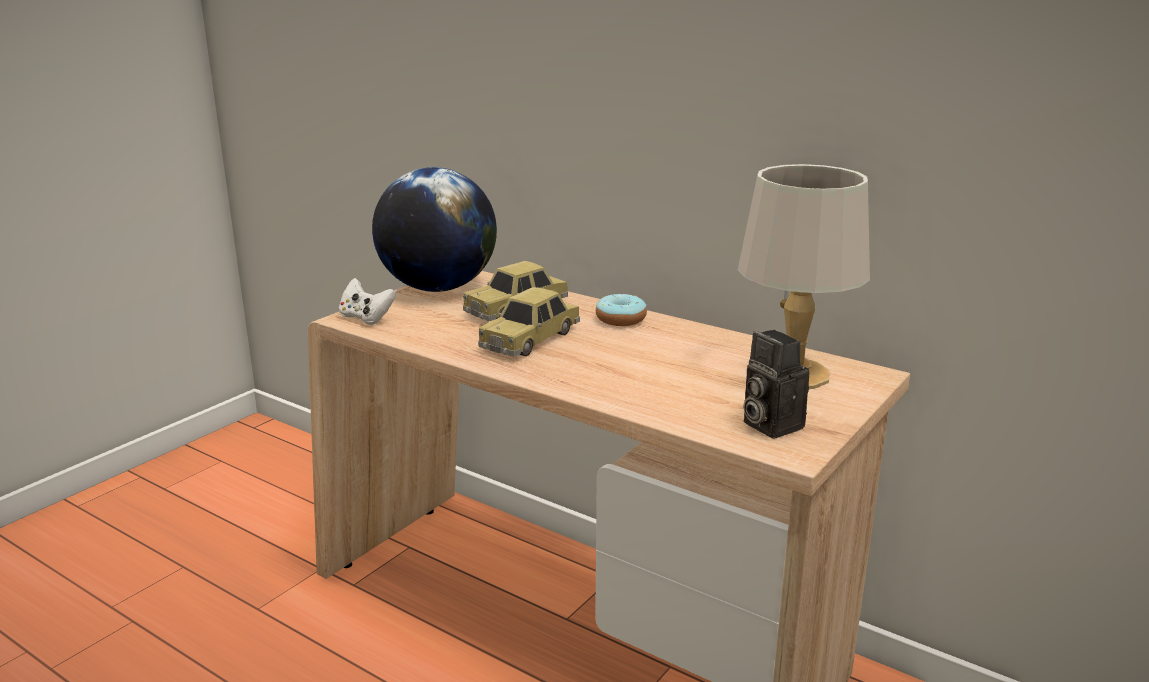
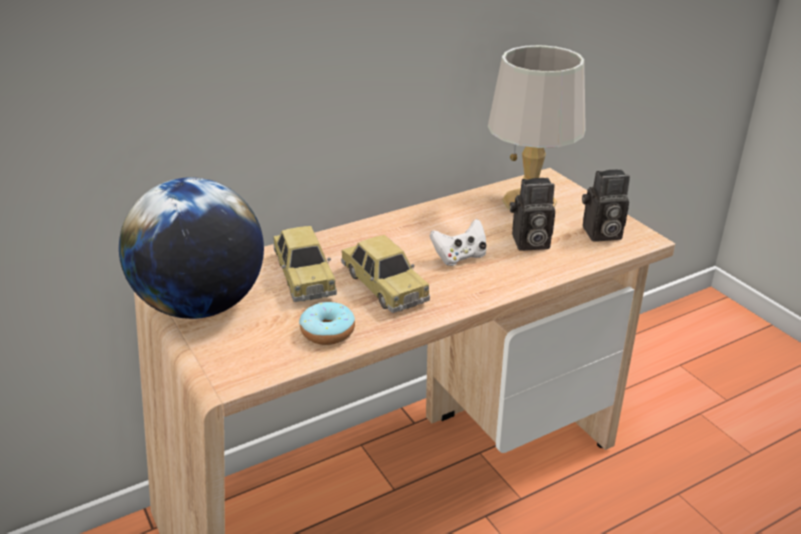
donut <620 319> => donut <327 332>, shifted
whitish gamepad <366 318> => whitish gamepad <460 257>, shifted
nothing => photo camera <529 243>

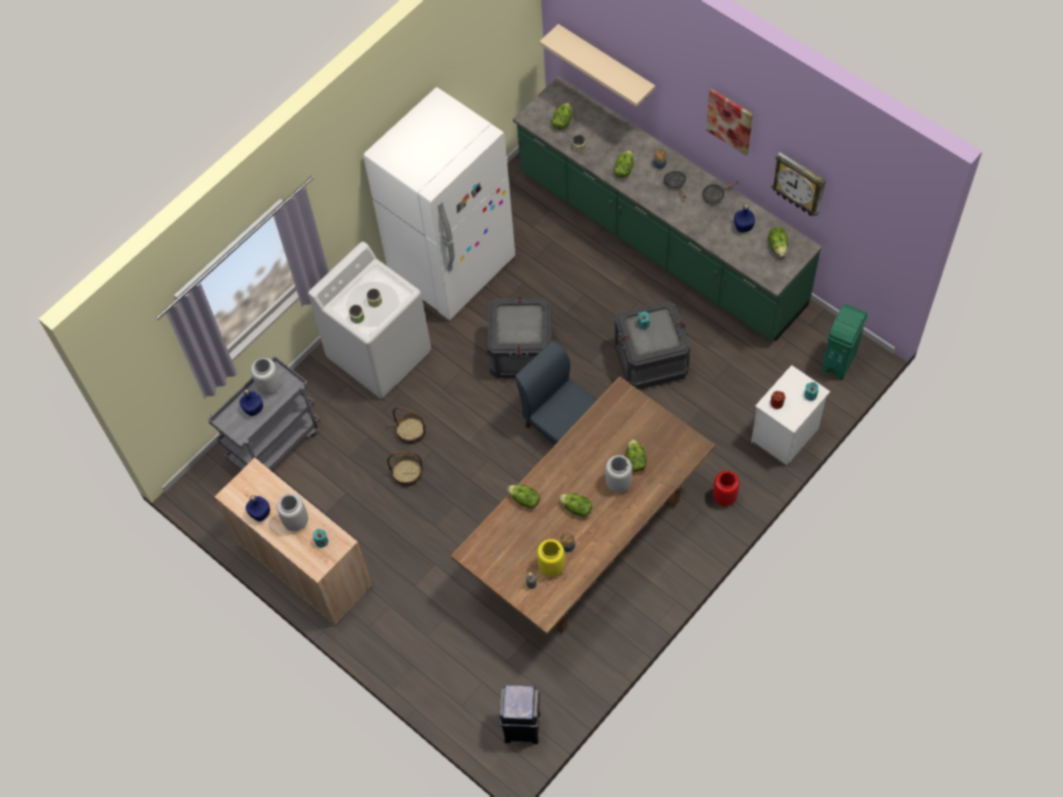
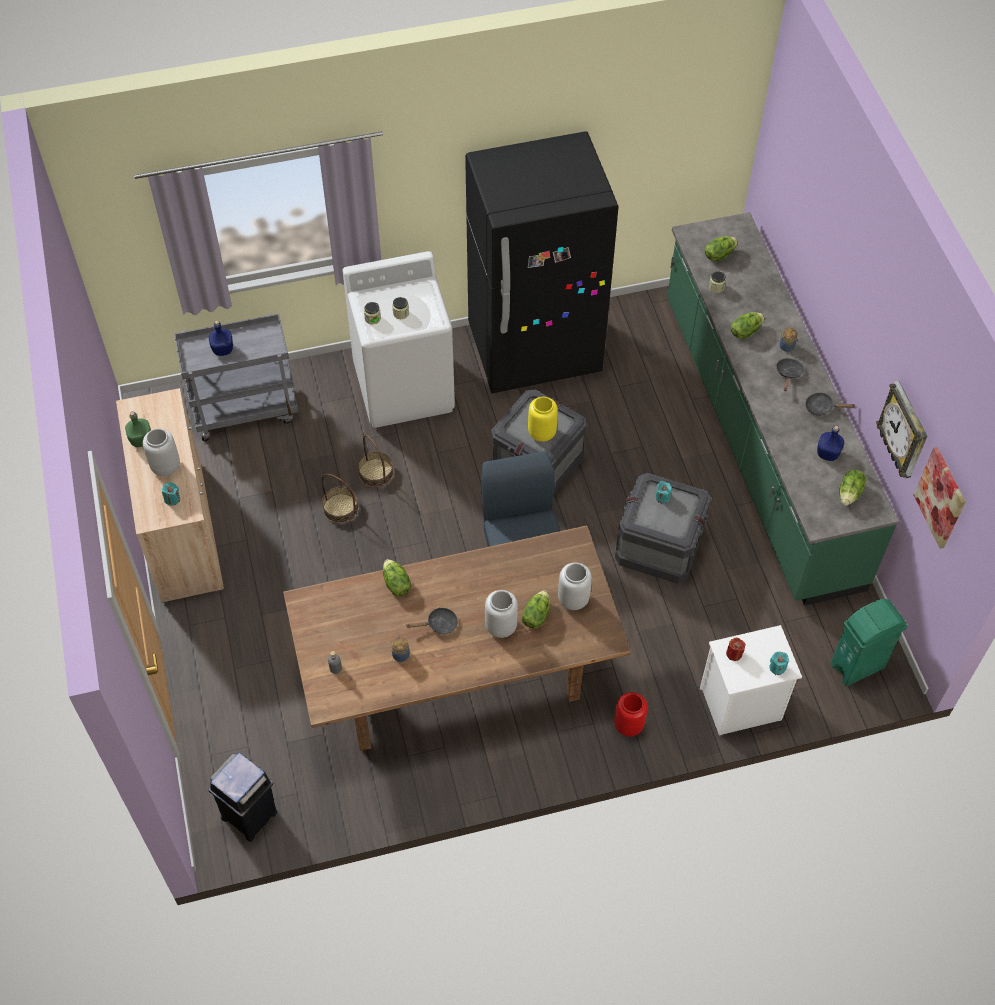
bluish drink bottle <260 513> => green-coloured drink bottle <141 440>
lettuce <576 508> => blackish skillet <439 624>
whitish refrigerator <453 268> => blackish refrigerator <535 350>
yellowish vase <552 566> => yellowish vase <542 433>, shifted
grey vase <269 386> => grey vase <573 600>, shifted
wall picture <730 121> => wall picture <940 497>, shifted
beige wall shelf <606 63> => nothing

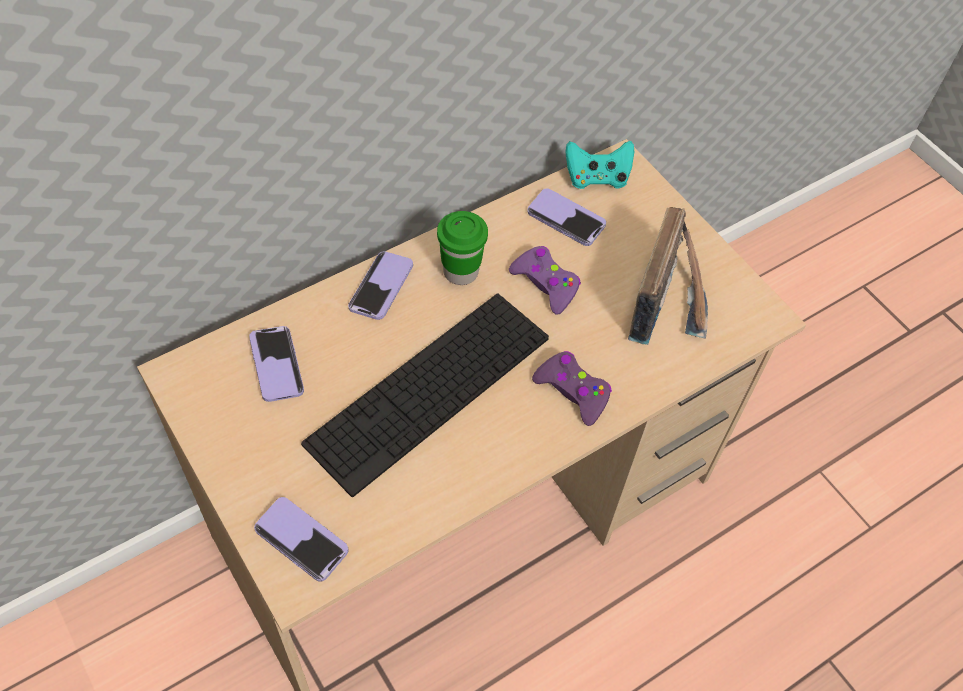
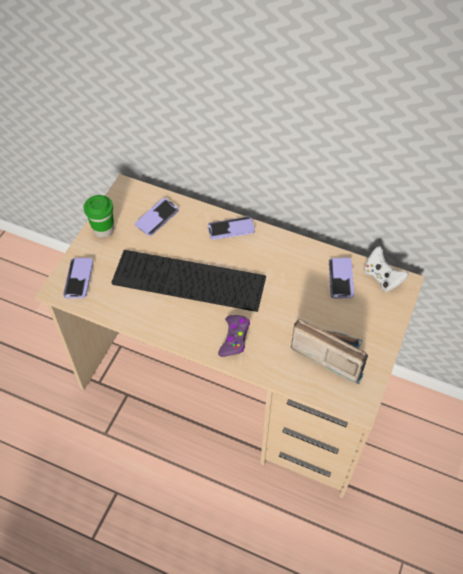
green-coloured cup <460 272> => green-coloured cup <103 230>, shifted
radio receiver <669 300> => radio receiver <328 352>, 135 degrees counterclockwise
turquoise-coloured gamepad <597 178> => whitish gamepad <382 277>
purplish gamepad <545 284> => nothing

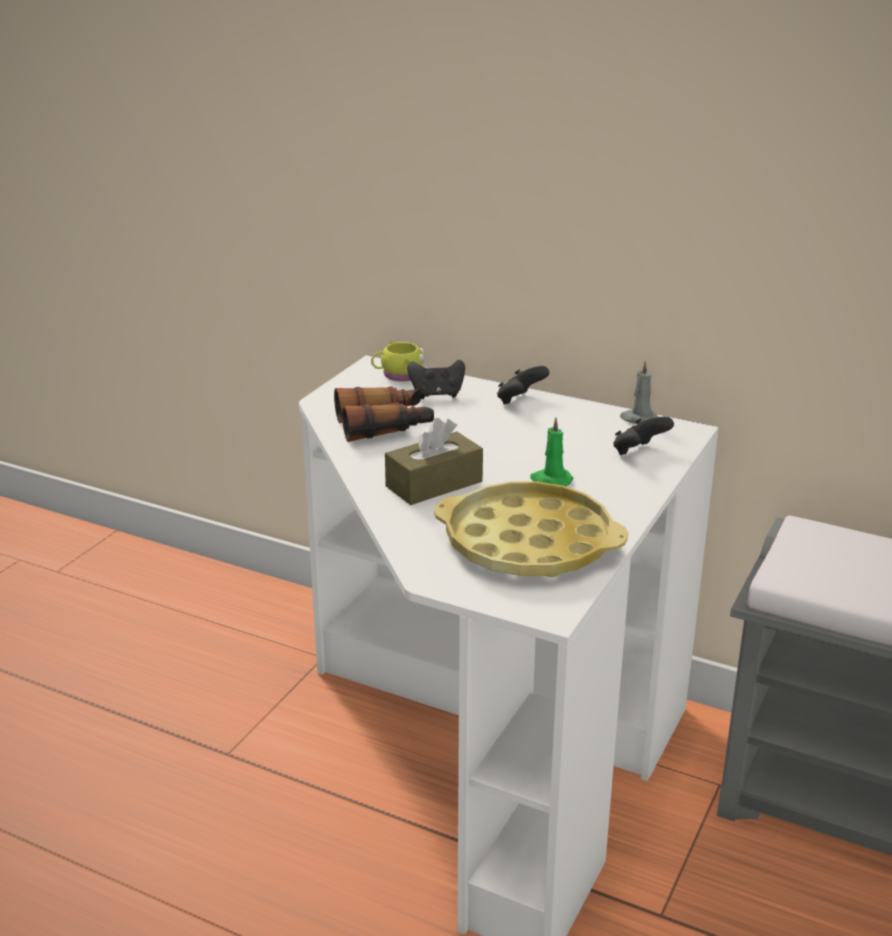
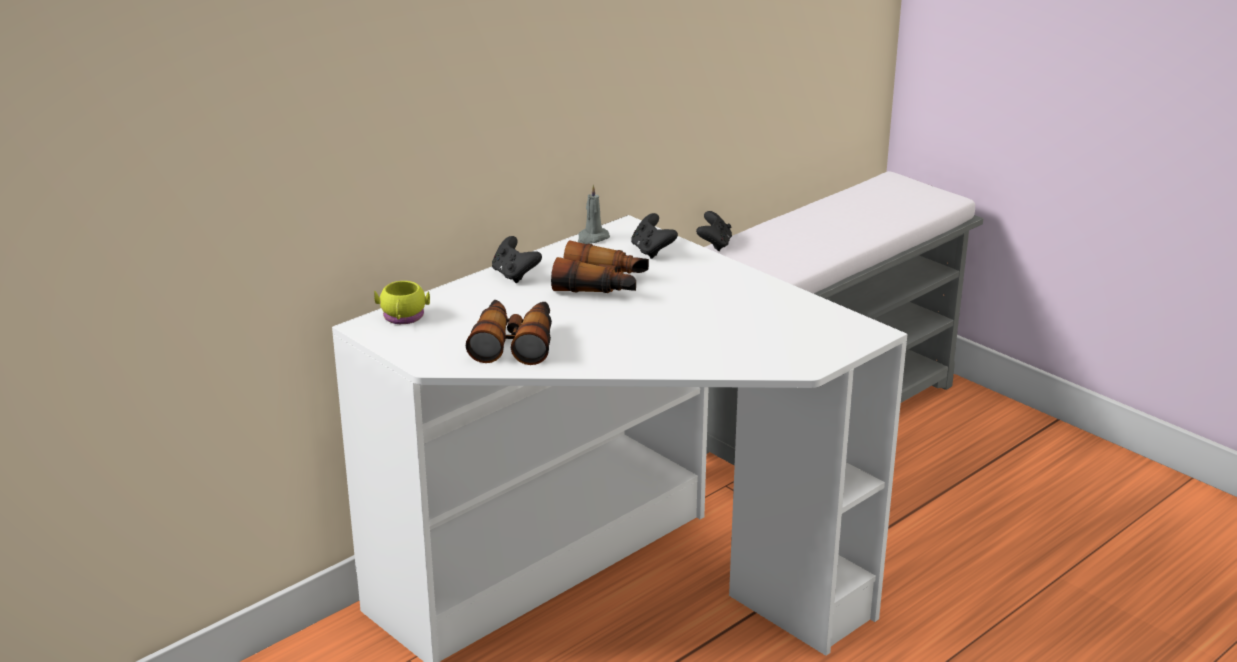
nothing => binoculars <602 285>
blackish gamepad <437 395> => blackish gamepad <714 245>, shifted
brown tissue box <434 484> => nothing
yellowish tray <528 542> => nothing
green-coloured wax candle <551 480> => nothing

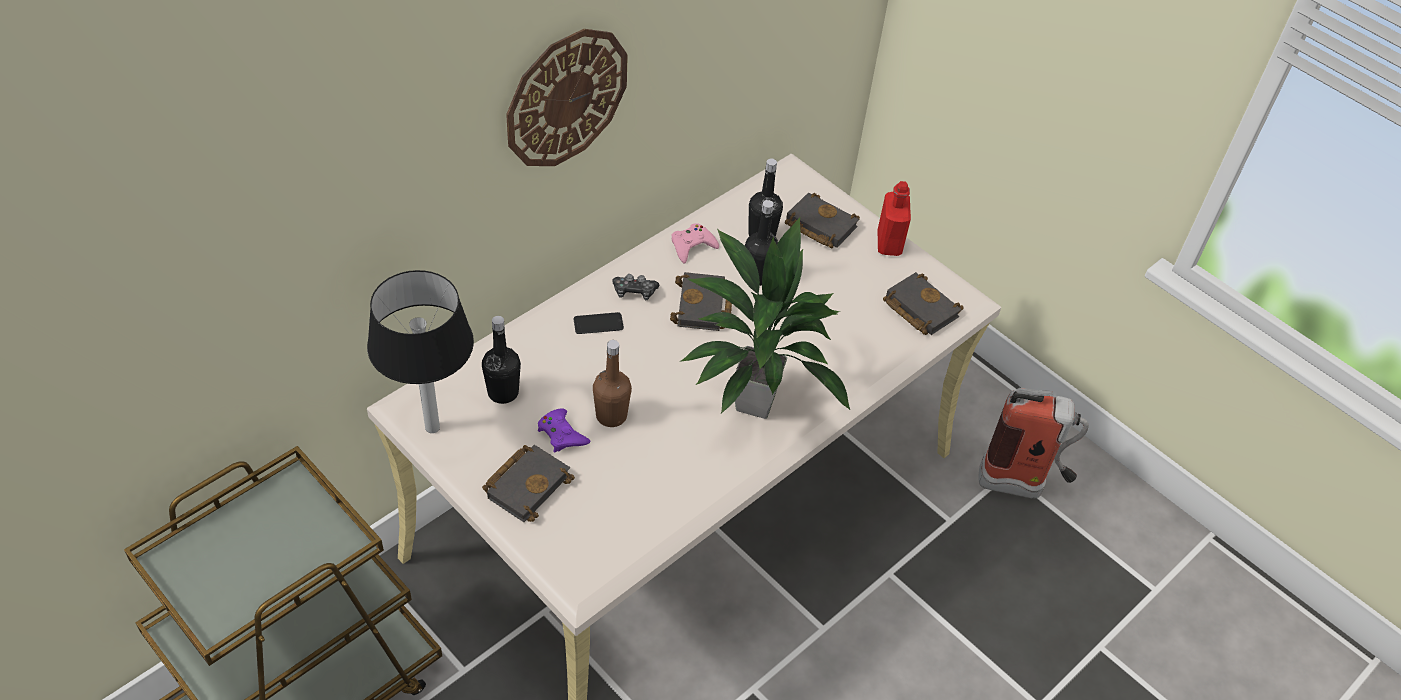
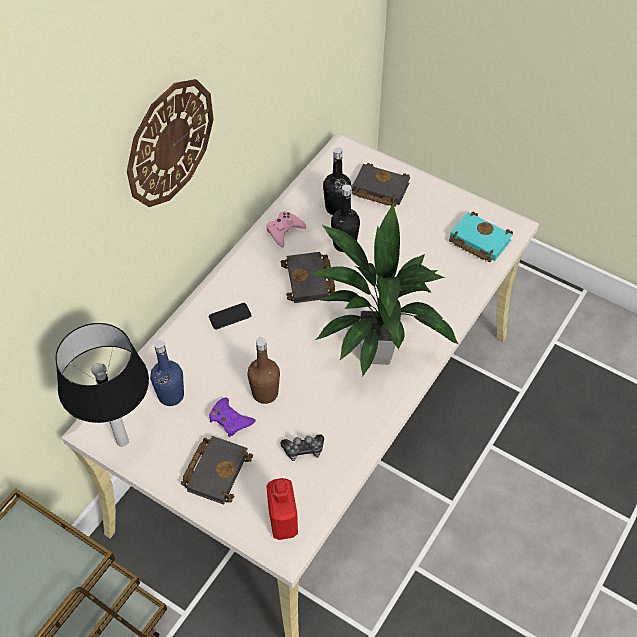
blackish drink bottle <503 392> => bluish drink bottle <171 395>
reddish drink bottle <889 243> => reddish drink bottle <283 521>, shifted
gamepad <634 292> => gamepad <303 450>, shifted
blackish volume <918 308> => turquoise-coloured volume <477 241>
fire extinguisher <1022 486> => nothing

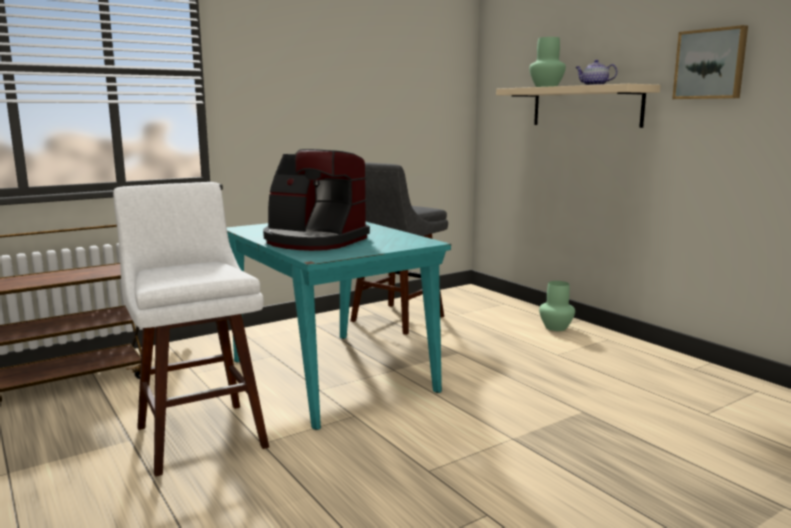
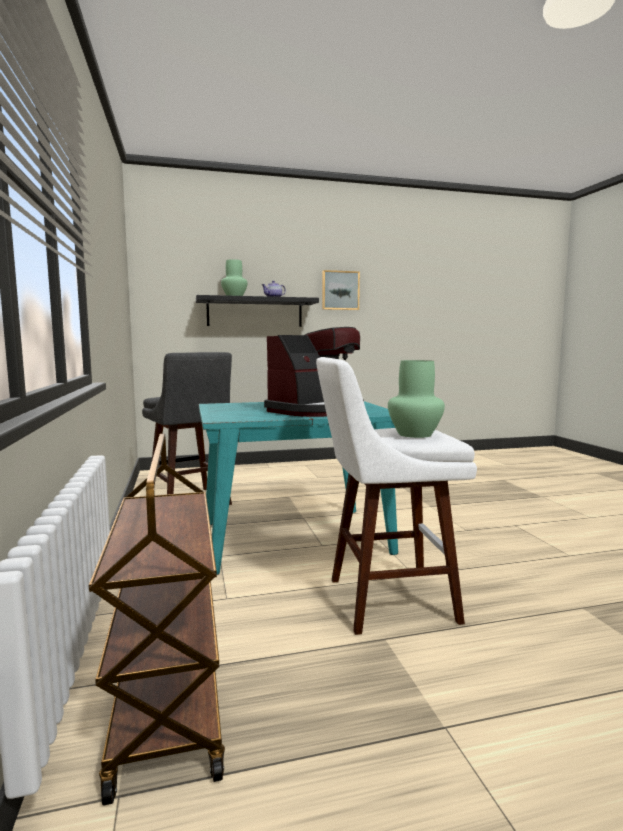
beige wall shelf <585 106> => blackish wall shelf <255 312>
green-coloured vase <556 328> => green-coloured vase <415 434>, shifted

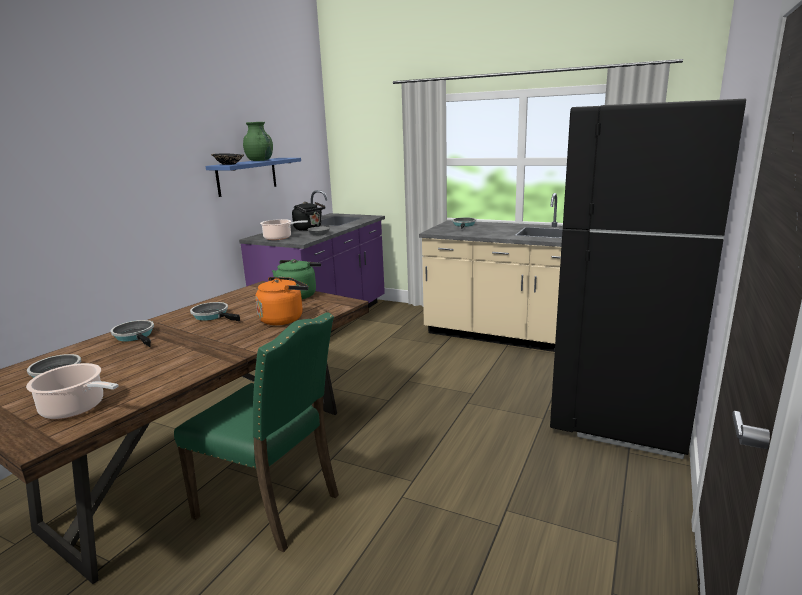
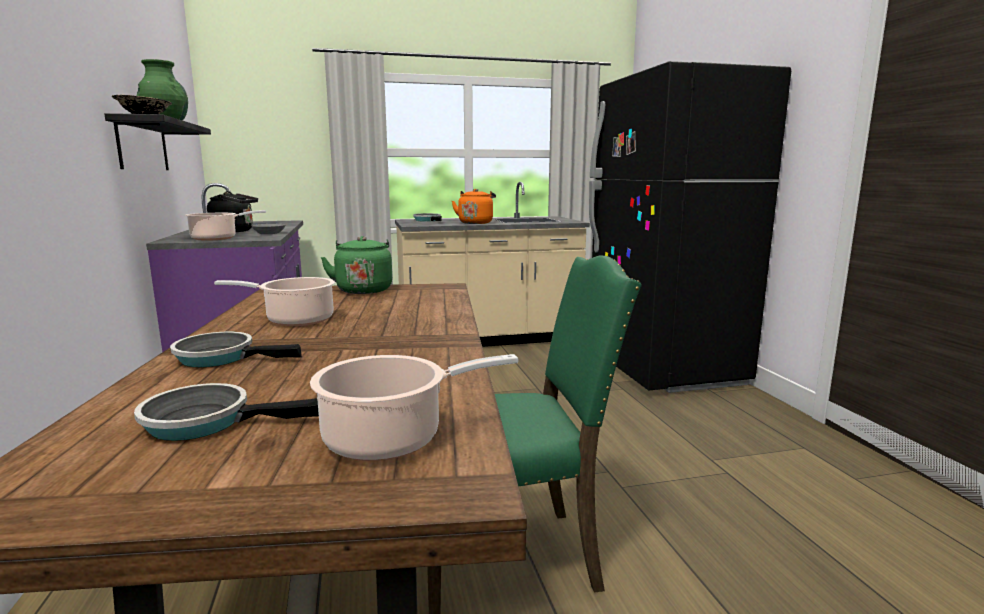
bluish wall shelf <247 176> => blackish wall shelf <143 146>
skillet <213 316> => cooking pot <295 320>
orange tea kettle <284 319> => orange tea kettle <475 223>, shifted

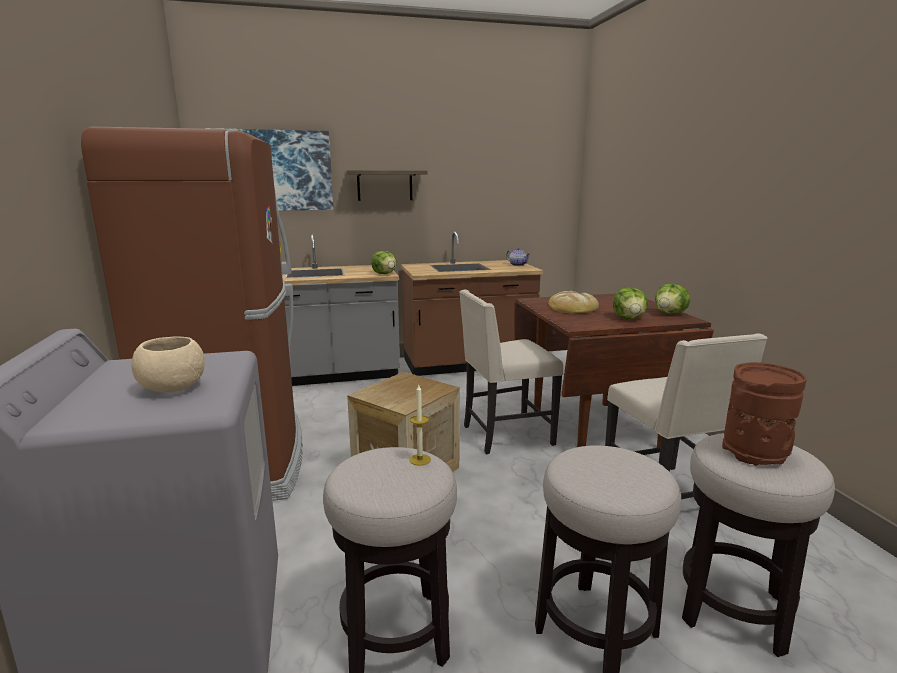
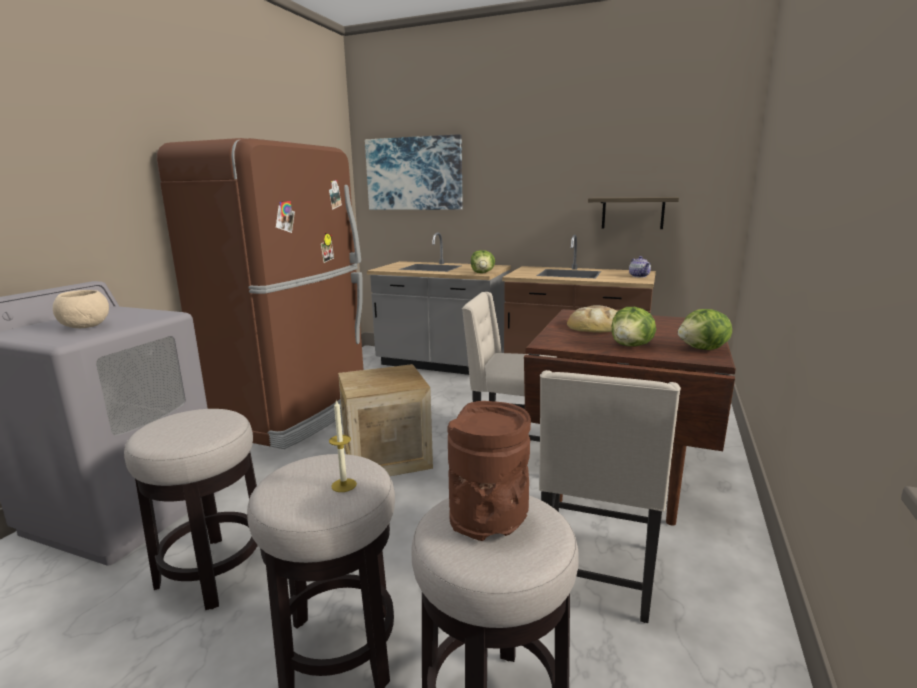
wax candle <420 459> => wax candle <344 485>, shifted
wall shelf <384 185> => wall shelf <632 213>, shifted

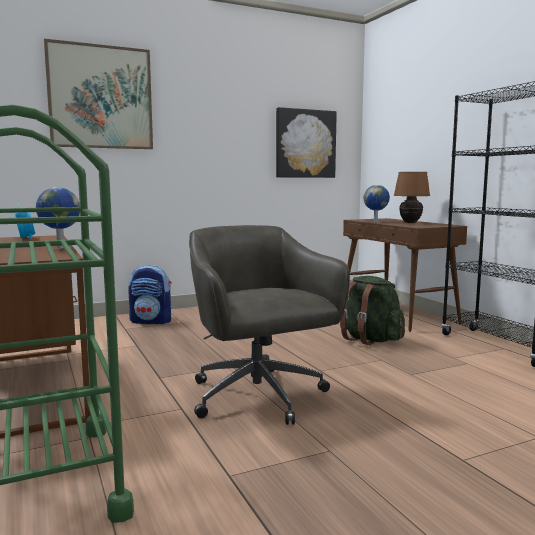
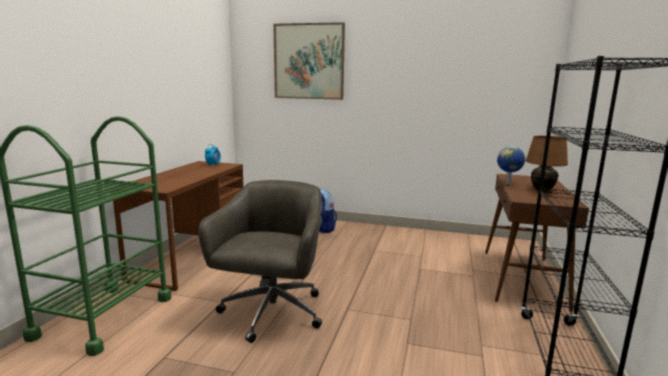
desk globe <60 248> => nothing
wall picture <305 144> => nothing
green-coloured knapsack <370 340> => nothing

